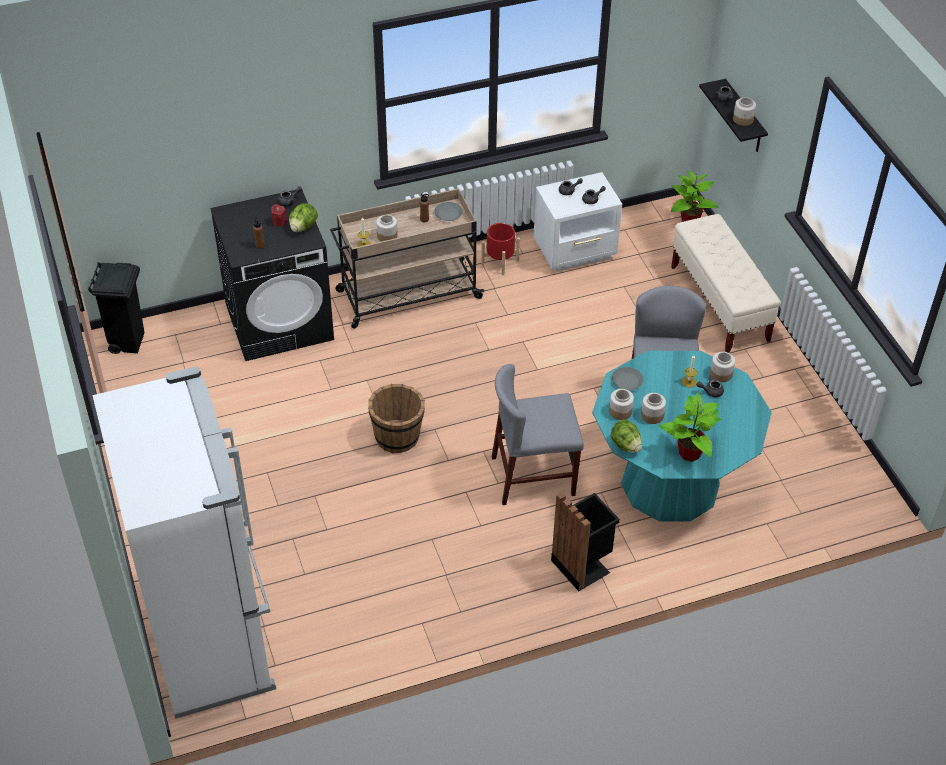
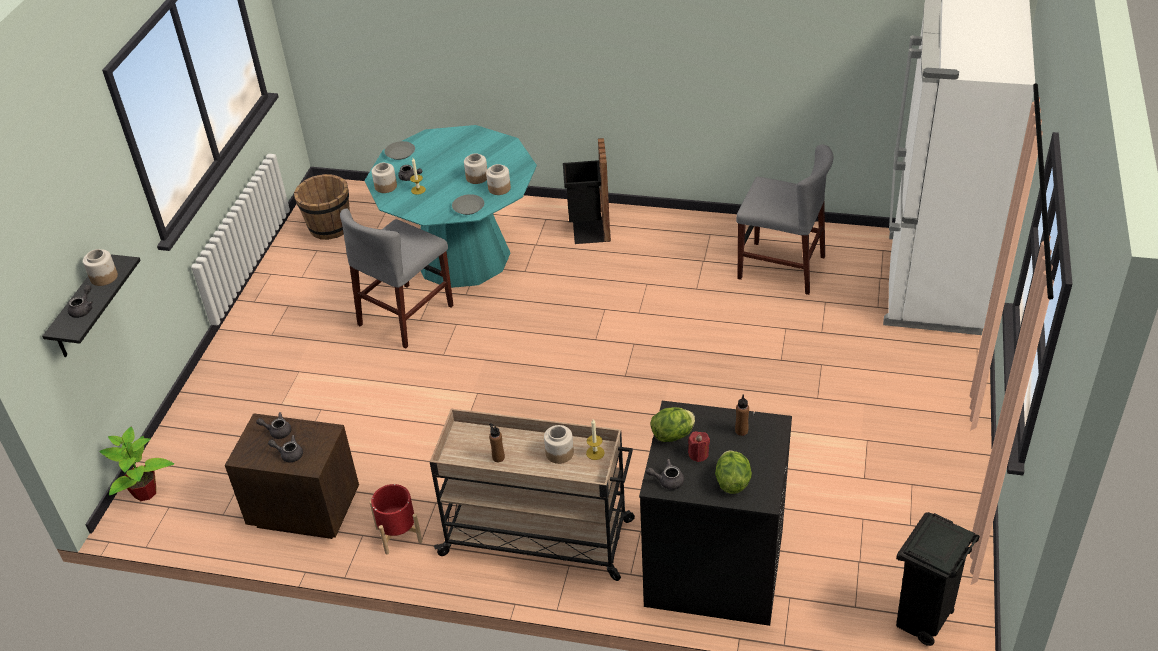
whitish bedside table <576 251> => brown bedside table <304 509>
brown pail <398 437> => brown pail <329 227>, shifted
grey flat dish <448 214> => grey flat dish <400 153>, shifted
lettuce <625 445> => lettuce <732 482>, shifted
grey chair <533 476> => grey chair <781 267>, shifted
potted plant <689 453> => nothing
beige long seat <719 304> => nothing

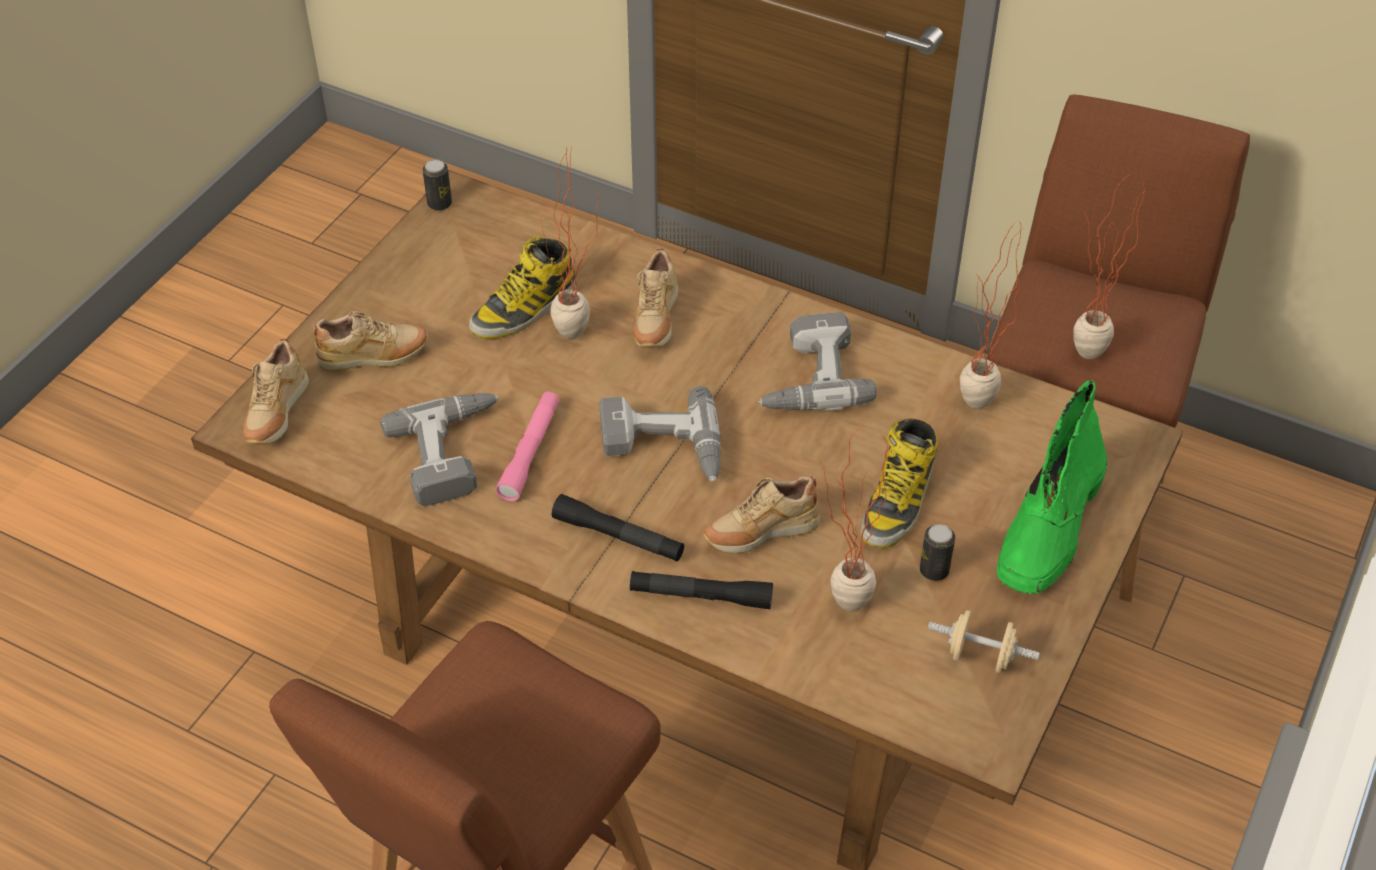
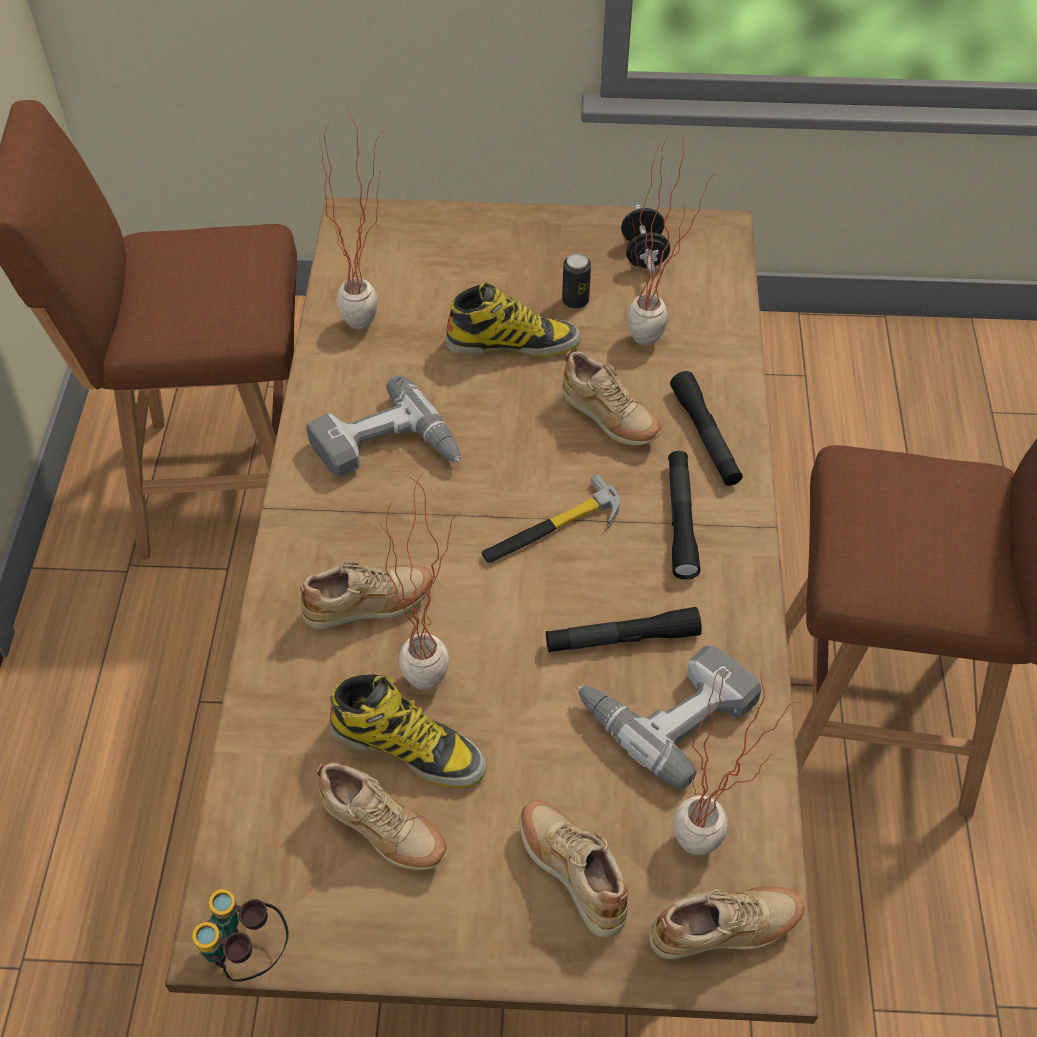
metal can <439 204> => binoculars <247 953>
nothing => beige low shoe <384 832>
power drill <662 449> => tool hammer <551 529>
pink-coloured hand torch <530 452> => blackish hand torch <622 639>
beige dumbbell <980 656> => blackish dumbbell <643 254>
potted plant <1080 359> => potted plant <712 848>, shifted
green-coloured tall boot <1049 529> => nothing

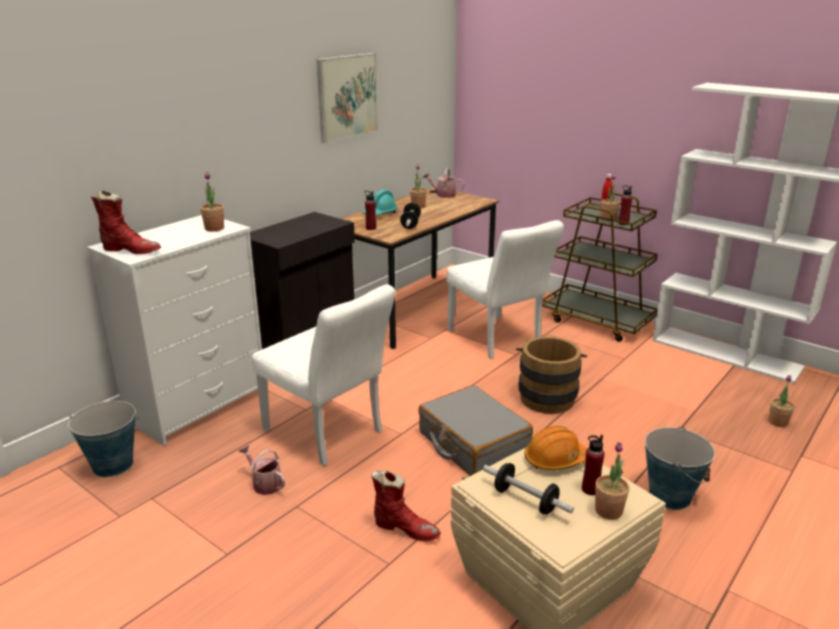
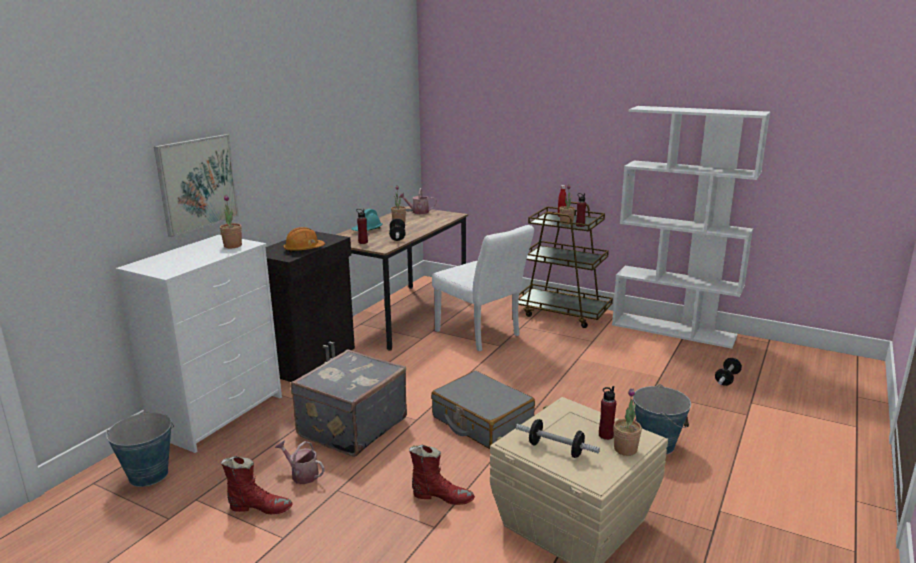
wall picture <347 97> => wall picture <197 183>, shifted
reddish tall boot <131 250> => reddish tall boot <260 508>, shifted
orange safety helmet <555 460> => orange safety helmet <304 249>, shifted
whitish chair <329 434> => grey travel case <350 427>
potted plant <778 422> => dumbbell <727 379>
brown pail <547 396> => nothing

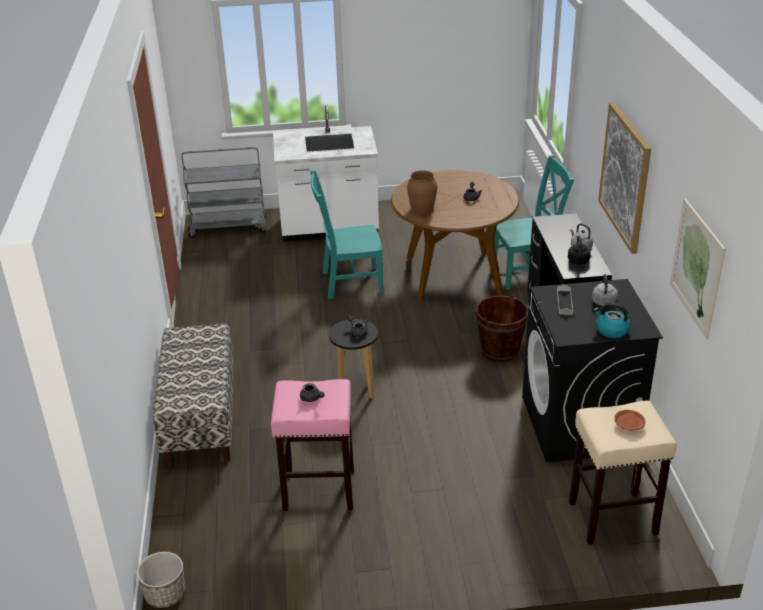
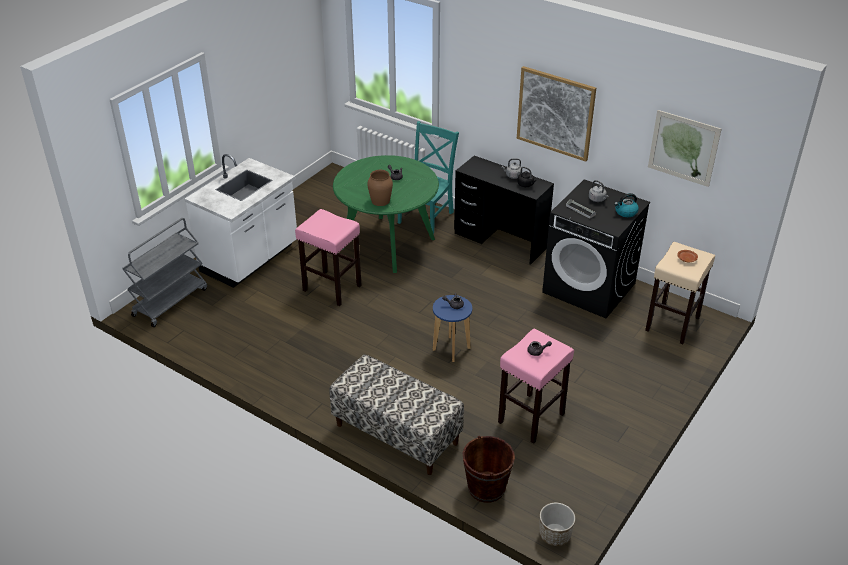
turquoise-coloured chair <349 282> => pink-coloured stool <331 288>
brown dinner table <453 275> => green-coloured dinner table <387 243>
blackish stool <355 388> => bluish stool <451 349>
brown pail <500 350> => brown pail <486 487>, shifted

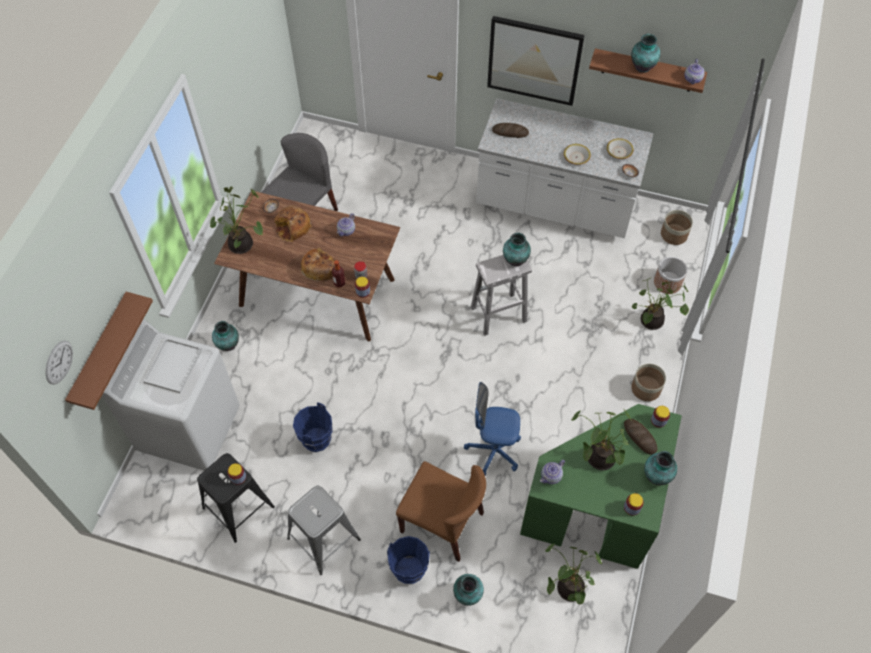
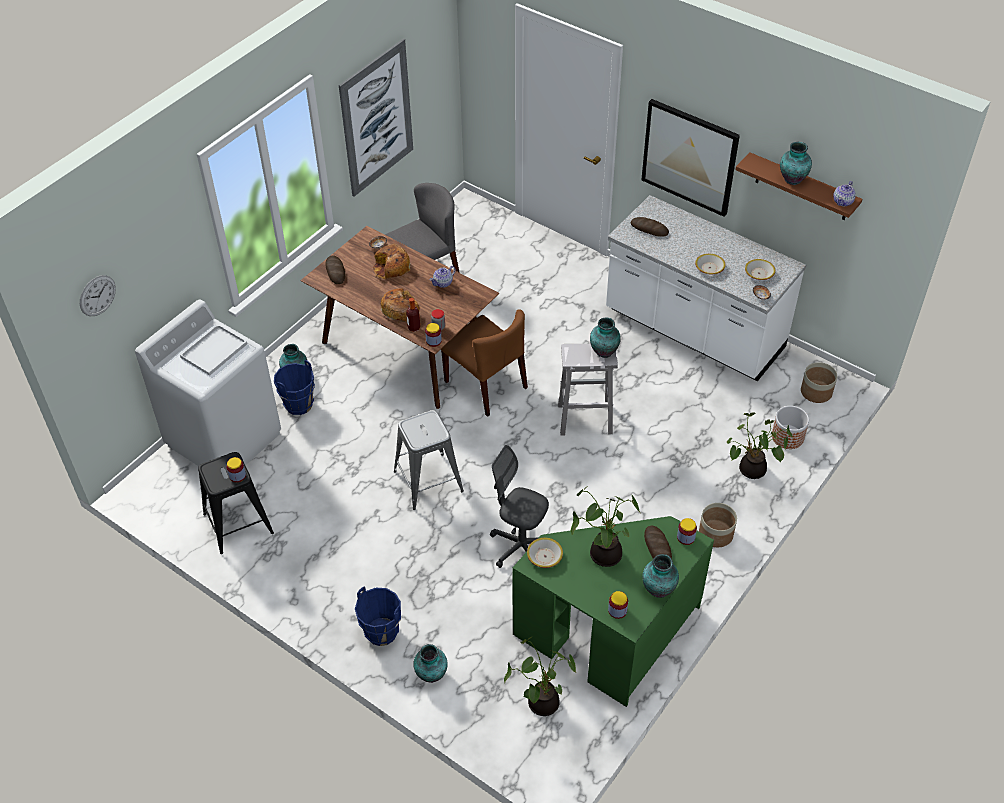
bluish pail <316 440> => bluish pail <298 405>, shifted
potted plant <243 245> => bread <335 271>
nothing => wall picture <377 118>
grey stool <324 539> => grey stool <428 481>, shifted
brown chair <442 522> => brown chair <486 385>, shifted
bluish computer chair <493 451> => grey computer chair <520 547>
tea pot <551 476> => serving bowl <545 556>
brown wall shelf <101 352> => nothing

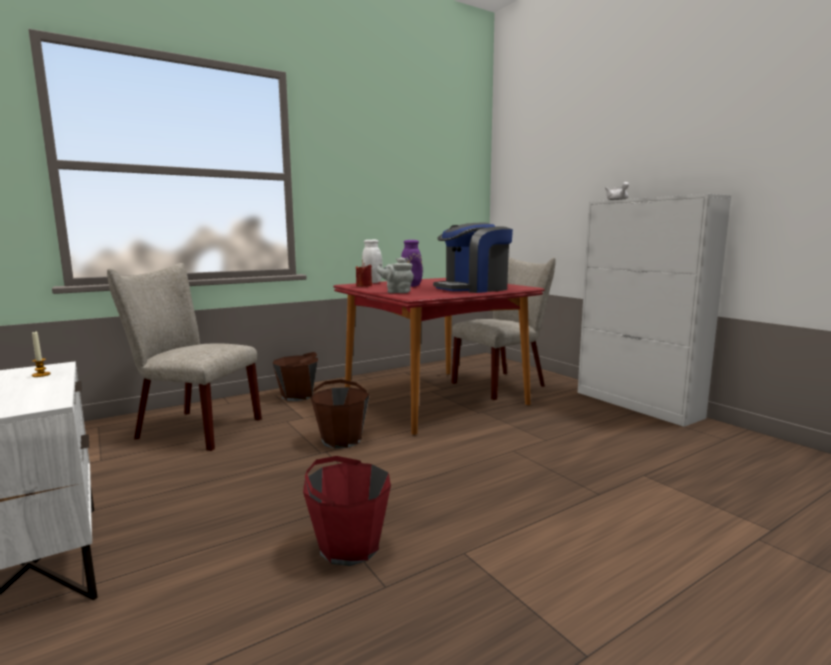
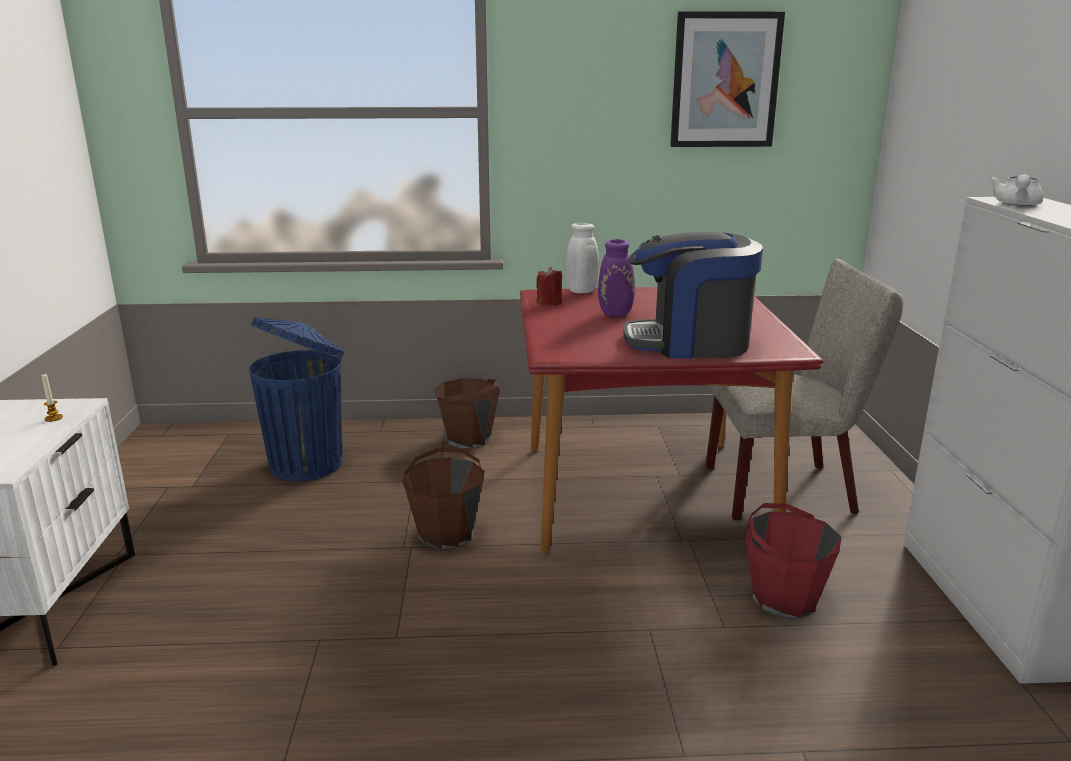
beige chair <192 428> => bluish trash can <308 463>
nothing => wall picture <725 80>
reddish pail <349 546> => reddish pail <784 598>, shifted
grey tea pot <397 292> => nothing

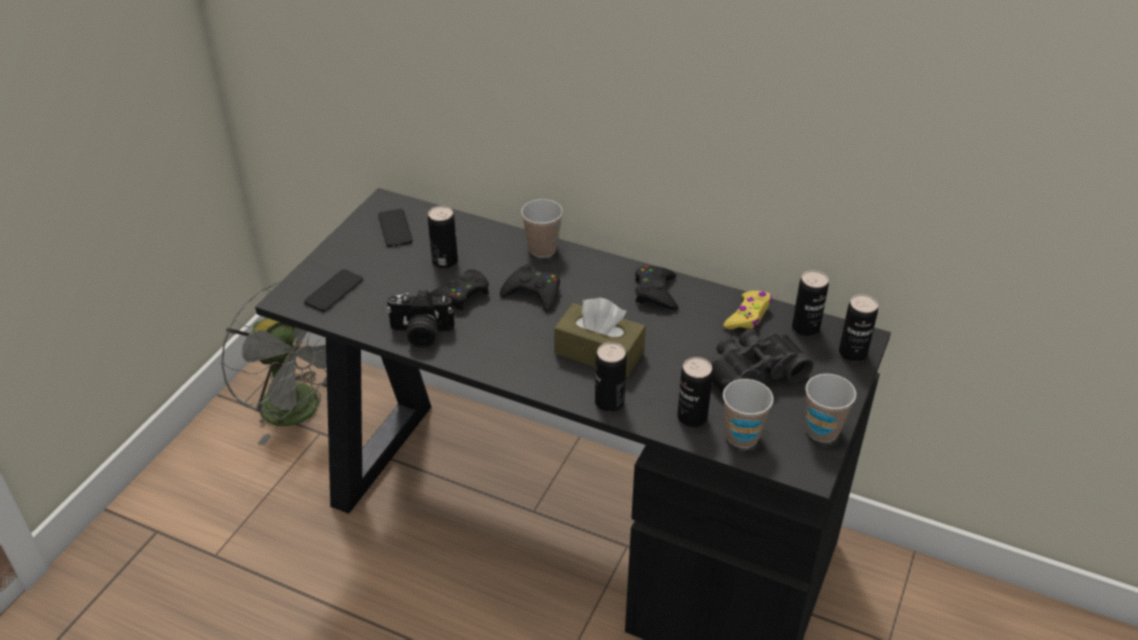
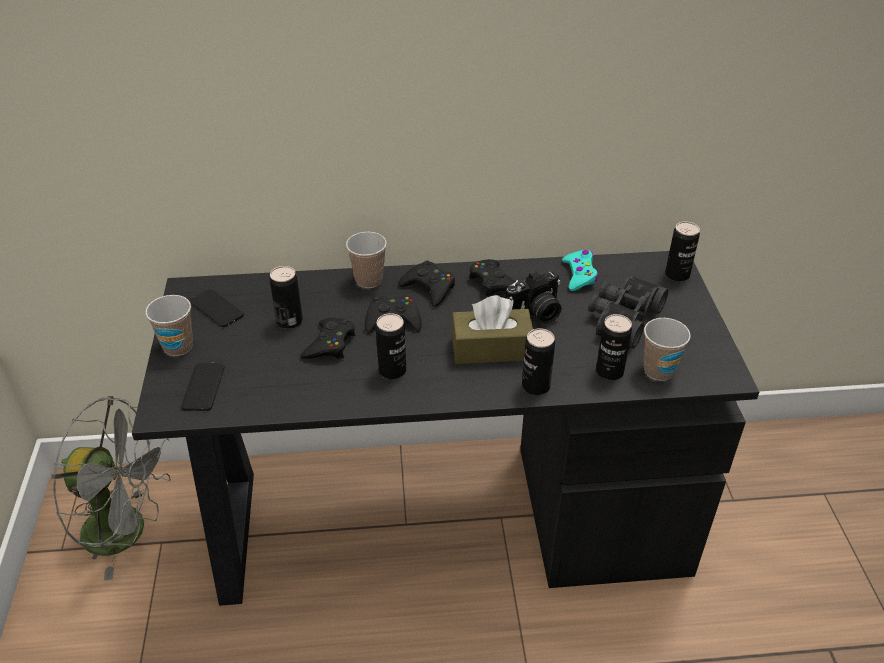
cup <822 430> => cup <178 346>, shifted
metal can <805 328> => metal can <392 370>, shifted
nothing => blackish gamepad <429 288>
photo camera <421 333> => photo camera <535 313>, shifted
yellowish gamepad <748 316> => turquoise-coloured gamepad <579 275>

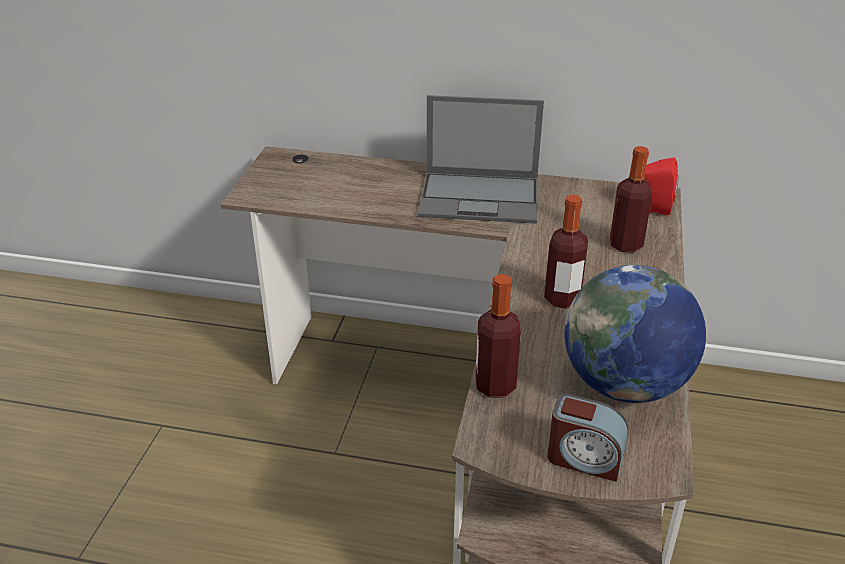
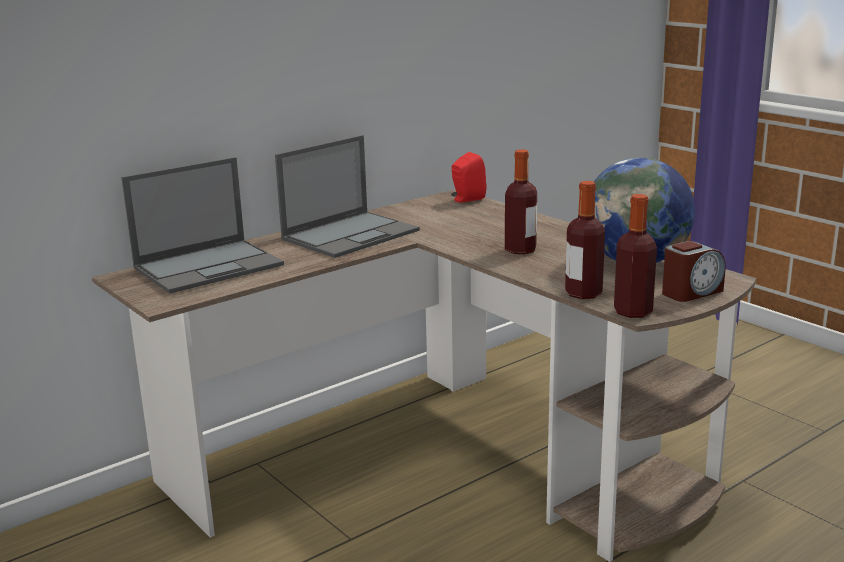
nothing => notebook computer <210 266>
drink bottle <626 245> => drink bottle <633 312>, shifted

